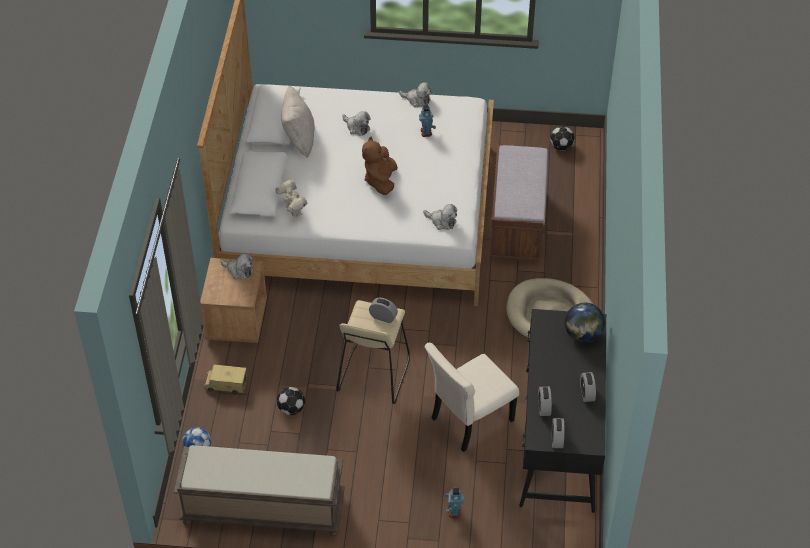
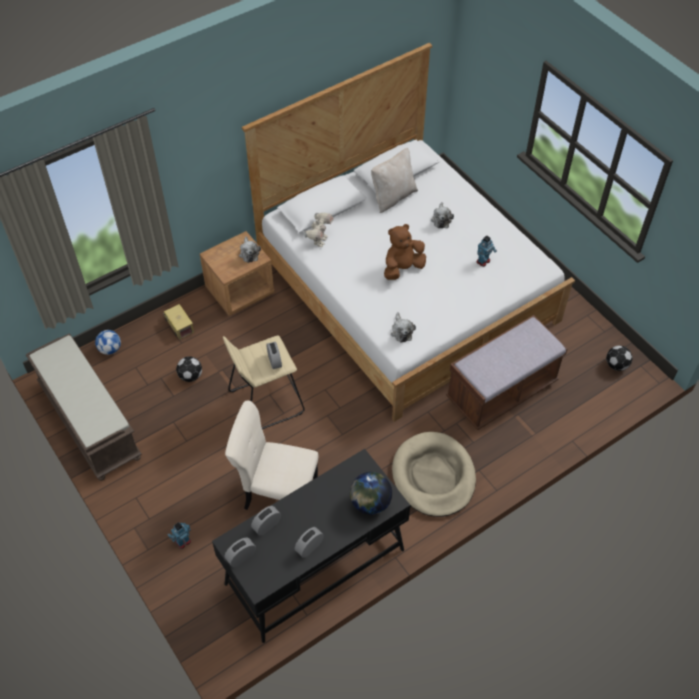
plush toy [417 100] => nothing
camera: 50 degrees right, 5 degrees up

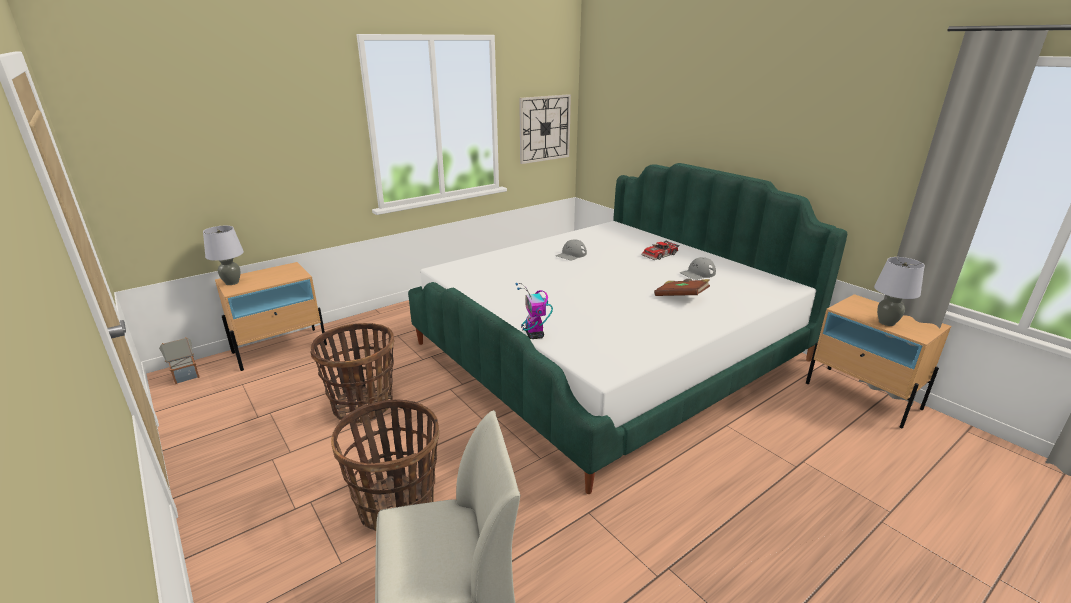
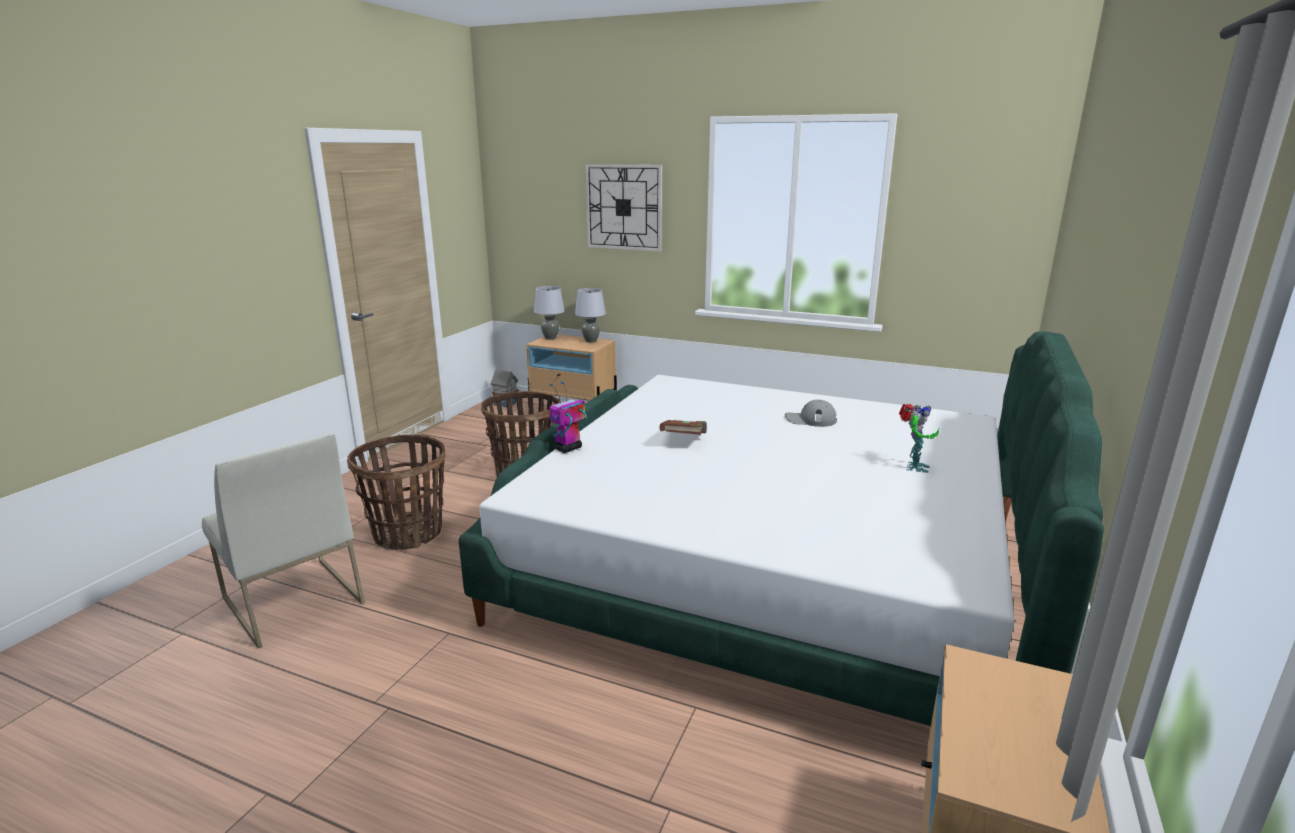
wall clock [544 128] => wall clock [624 207], moved
toy car [660 255] => toy robot [913 467]
cap in grey [697 273] => nothing
table lamp in grey [886 322] => table lamp in grey [591 341], moved
book in brown [681 297] => book in brown [684 439], moved
camera: 60 degrees right, 5 degrees down

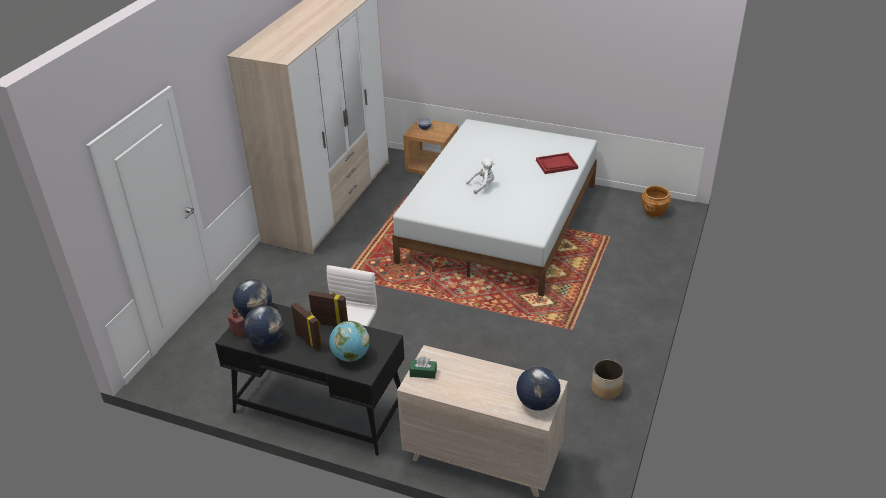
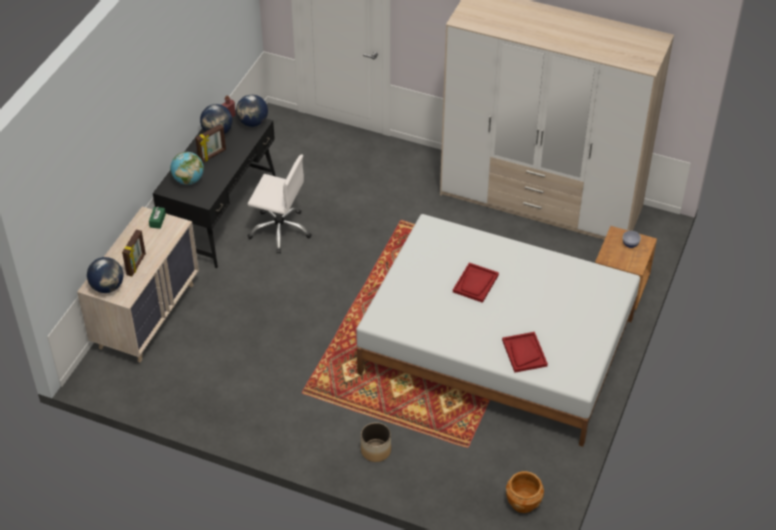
plush toy in white [482 186] => tray in red [475 283]
picture frame [330 323] => picture frame [136 265], moved
planter [606 389] => planter [376 451], moved
camera: 90 degrees right, 10 degrees up

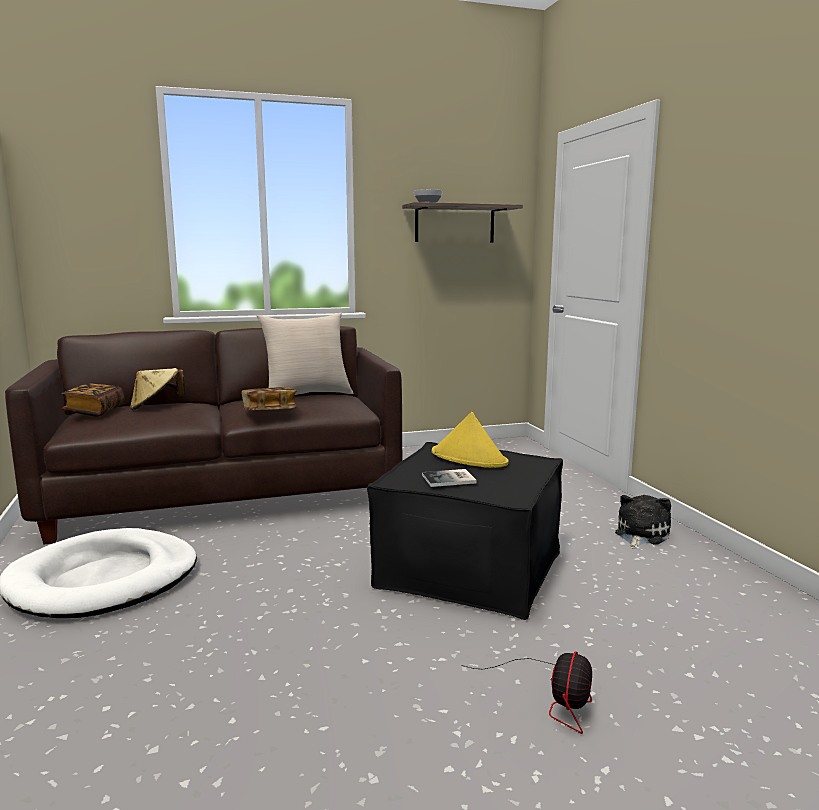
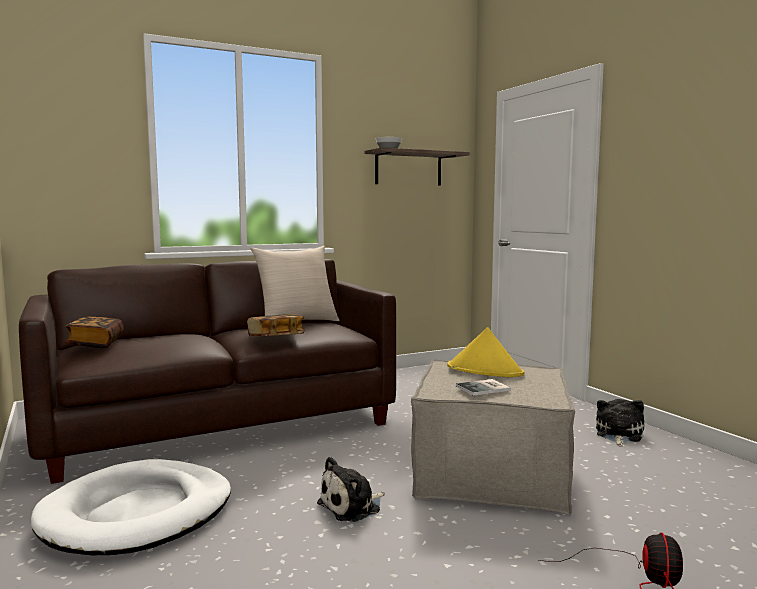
hat in beige [156 406] => nothing
ottoman in black [469 568] => ottoman in beige [491 474]
nothing => plush toy [352 507]
camera: 10 degrees left, 5 degrees down

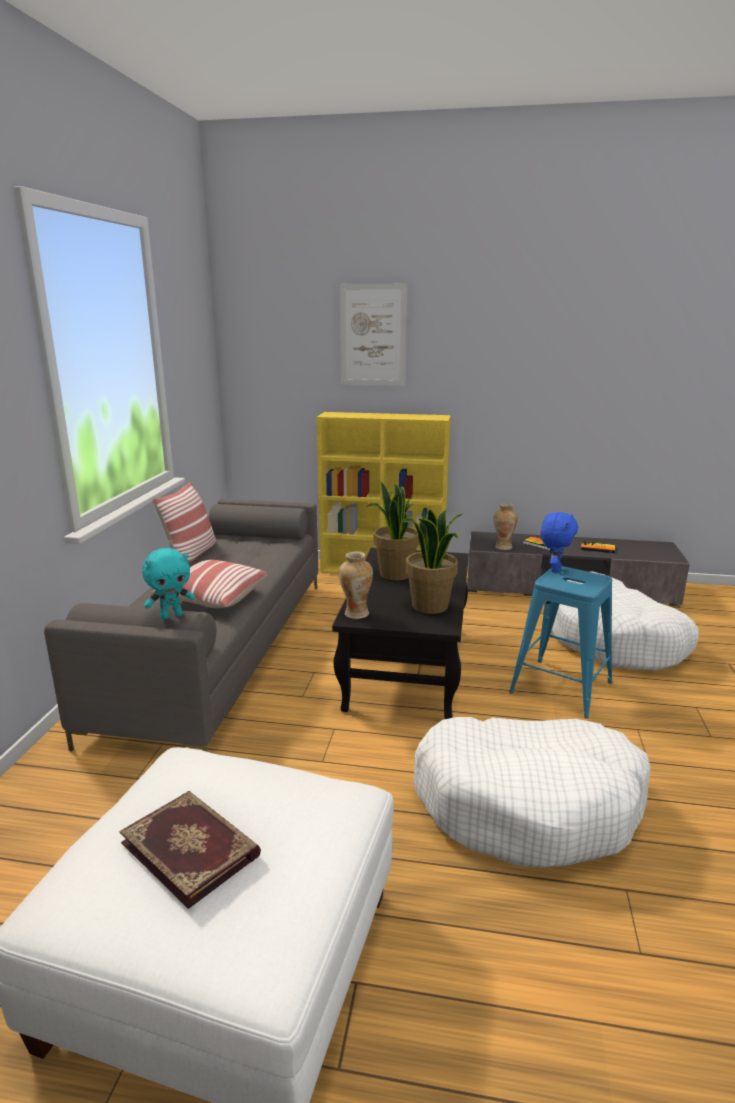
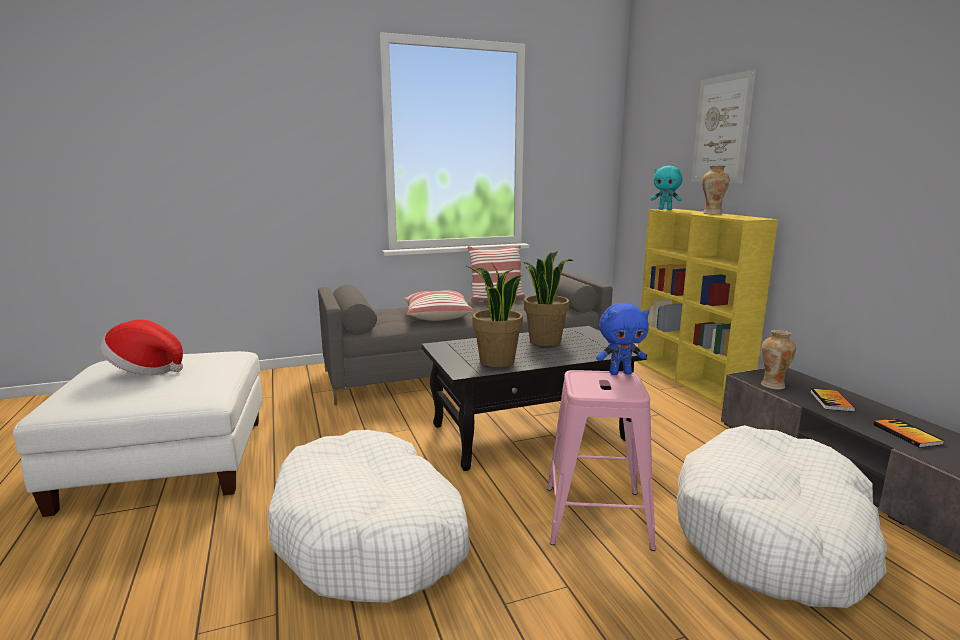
plush toy in turquoise [171 616] => plush toy in turquoise [665 209], moved
vase [355 614] => vase [712 214], moved
stool in blue [560 687] => stool in pink [595 516]
book [192 848] => hat [145 370]
camera: 60 degrees right, 5 degrees down

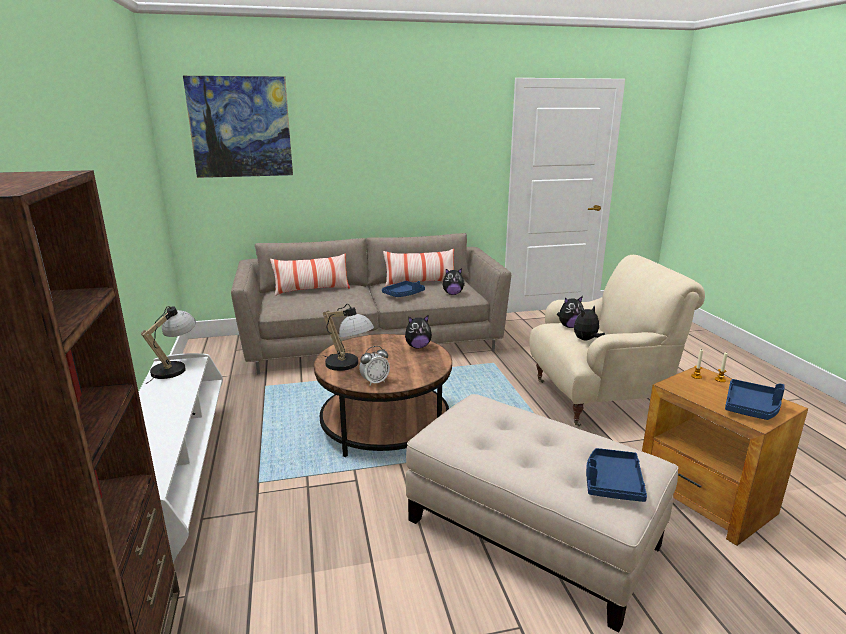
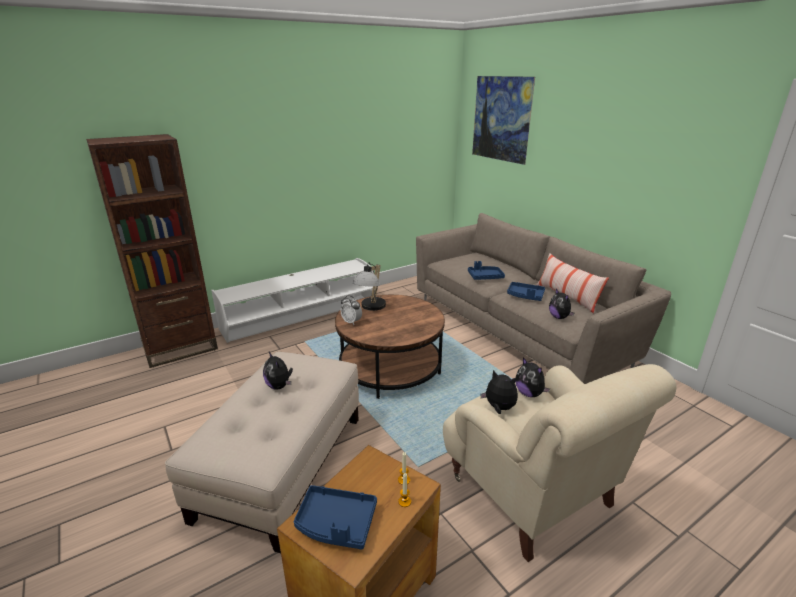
pillow [312 290] => nothing
table lamp [175 367] => nothing
plush toy [418 346] => plush toy [279 386], moved
tray in blue [612 482] => tray in blue [485 277], moved
camera: 70 degrees right, 5 degrees up

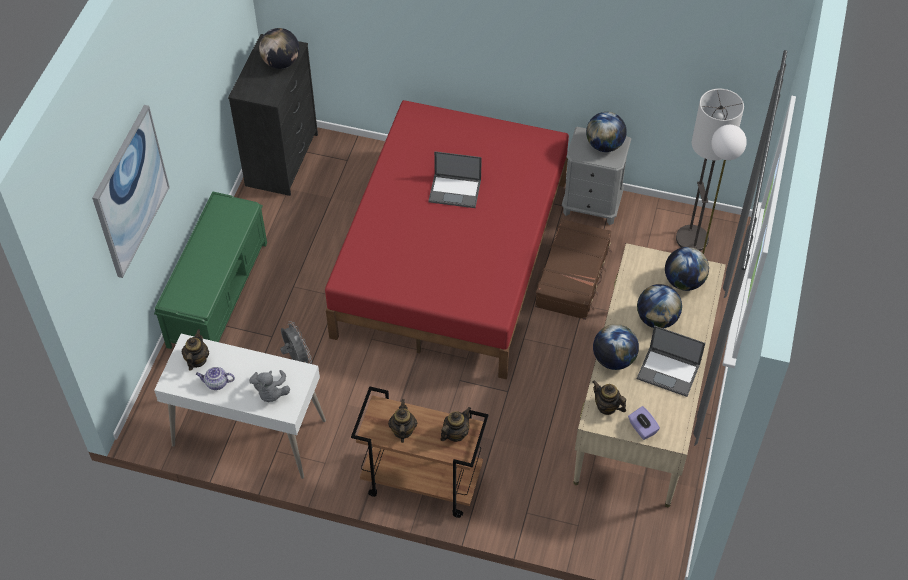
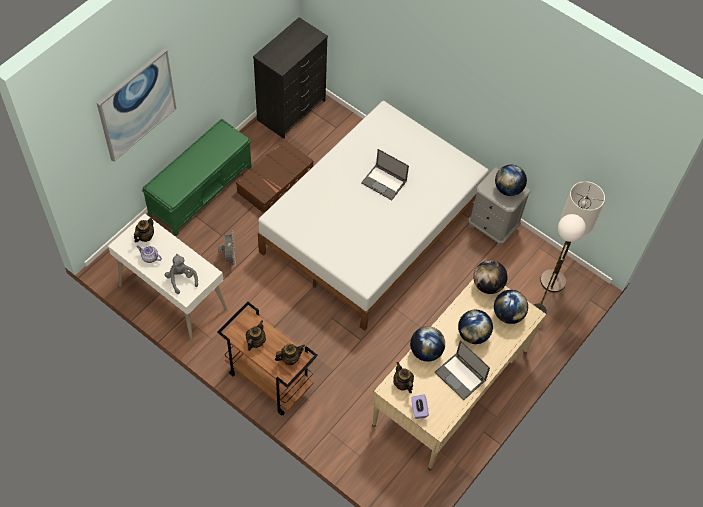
globe [281 62] => globe [487 285], moved
bed in red [452 258] => bed in white [372 227]
suitcase in brown [573 276] => suitcase in brown [276 182], moved
plush toy in grey [271 393] => plush toy in grey [181 279], 135 degrees clockwise
camera: 20 degrees right, 5 degrees up

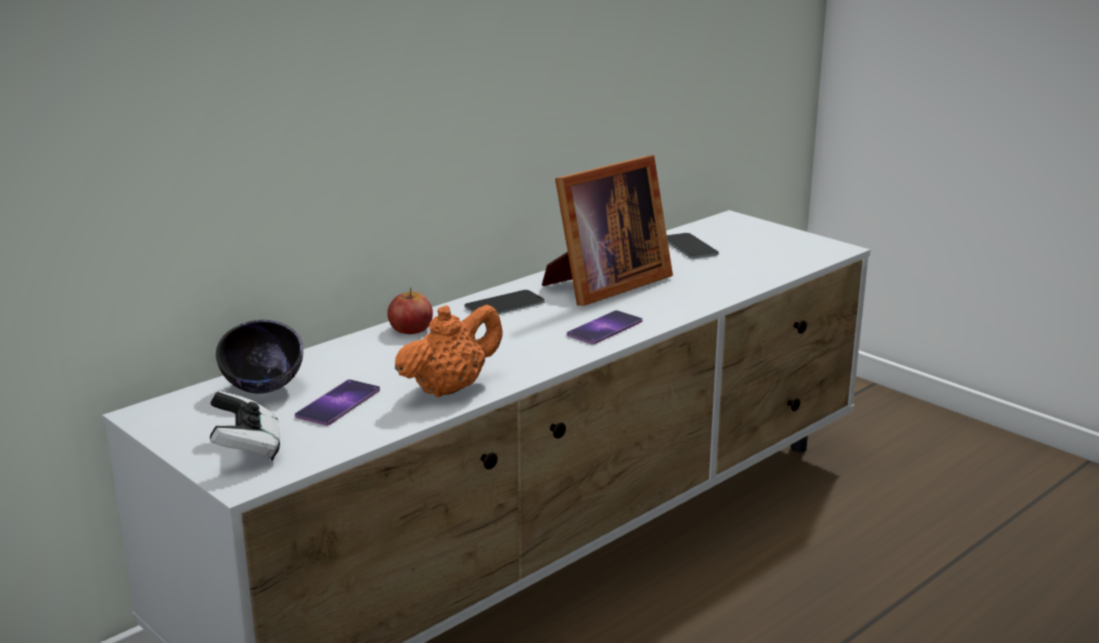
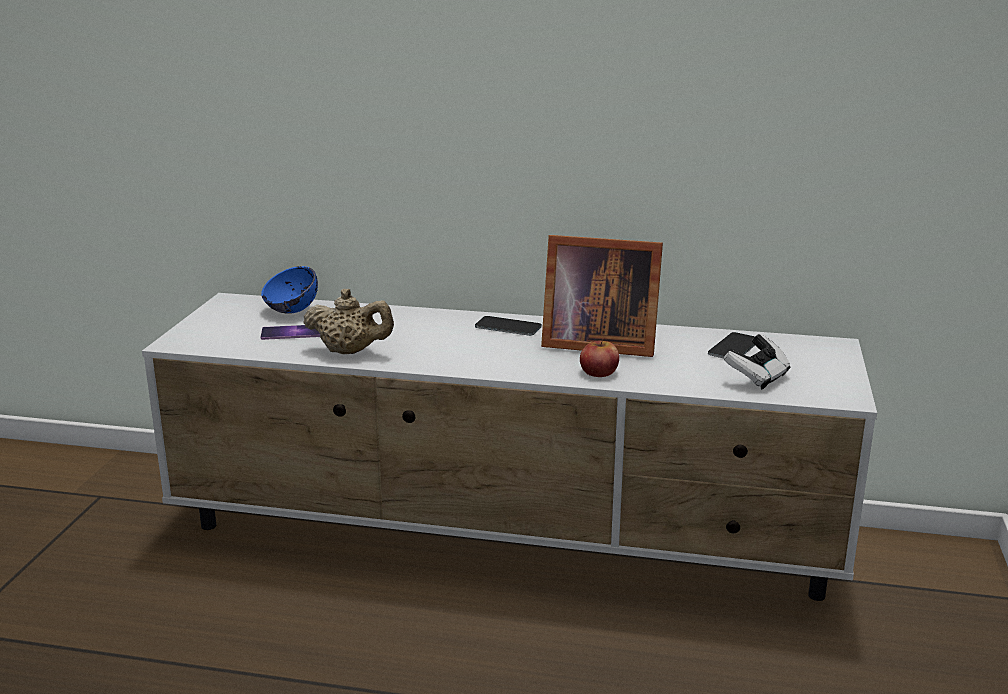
apple [410 328] => apple [599 372], moved
teapot in orange [450 388] => teapot in beige [350 351]
phone [604 328] => nothing
bowl in black [263 388] => bowl in blue [291 311]
game controller [247 449] => game controller [757 378], moved
camera: 55 degrees right, 0 degrees up

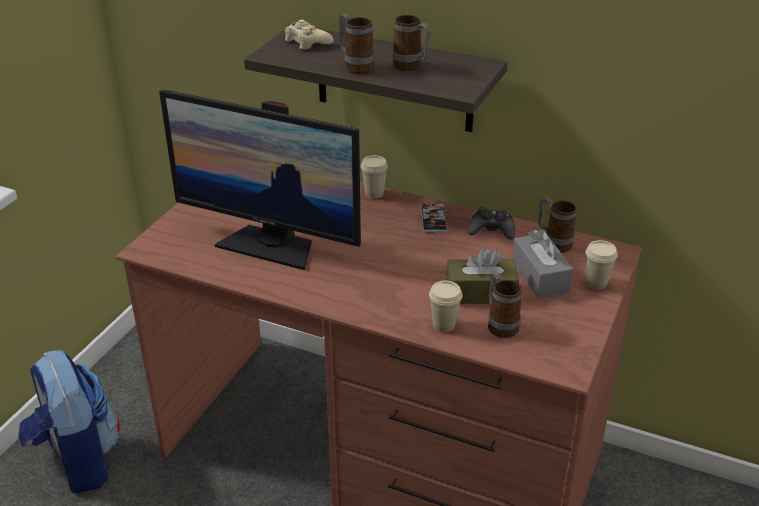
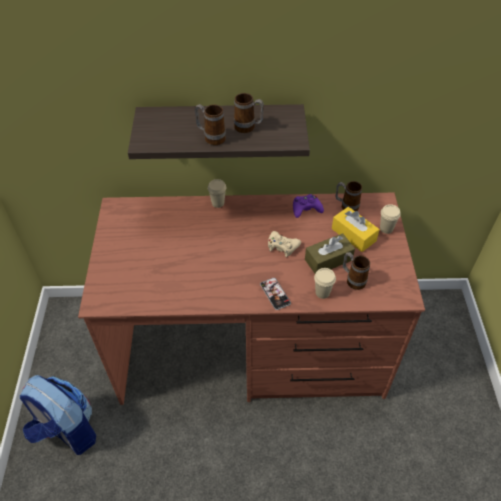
game controller in beige [307 42] => game controller in beige [282 246], moved
monitor [271 244] => nothing
phone [434 219] => phone [275 294], moved
game controller in black [491 230] => game controller in purple [306 209]
tissue box in grey [540 276] => tissue box in yellow [353 235]
camera: 25 degrees left, 15 degrees up

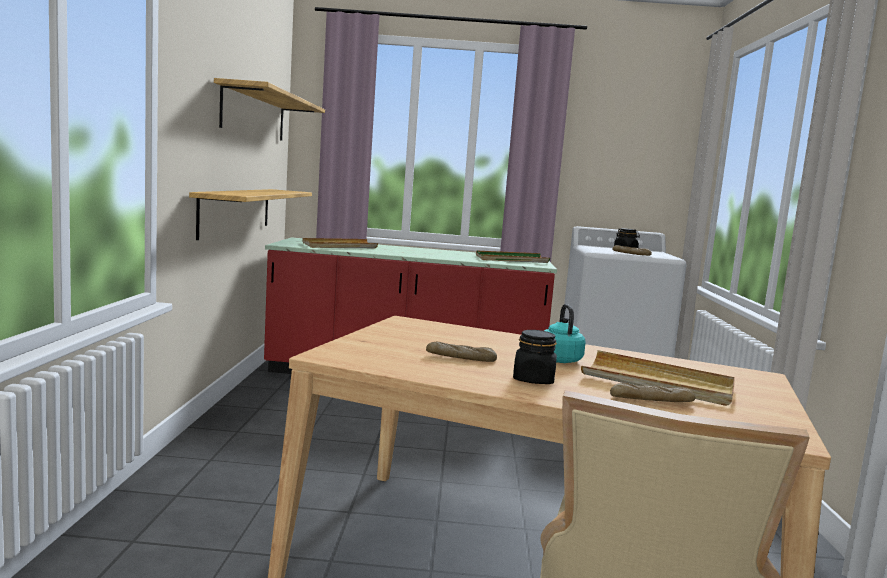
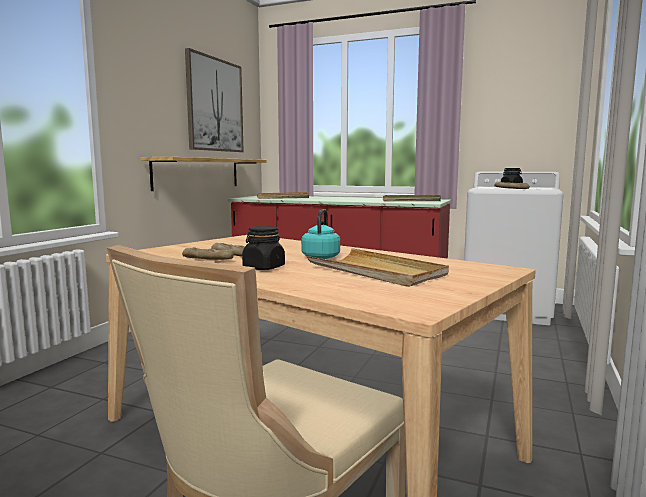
shelf [254 114] => picture [215 105]
bread [651 401] => bread [207 259], moved
camera: 20 degrees right, 0 degrees up

